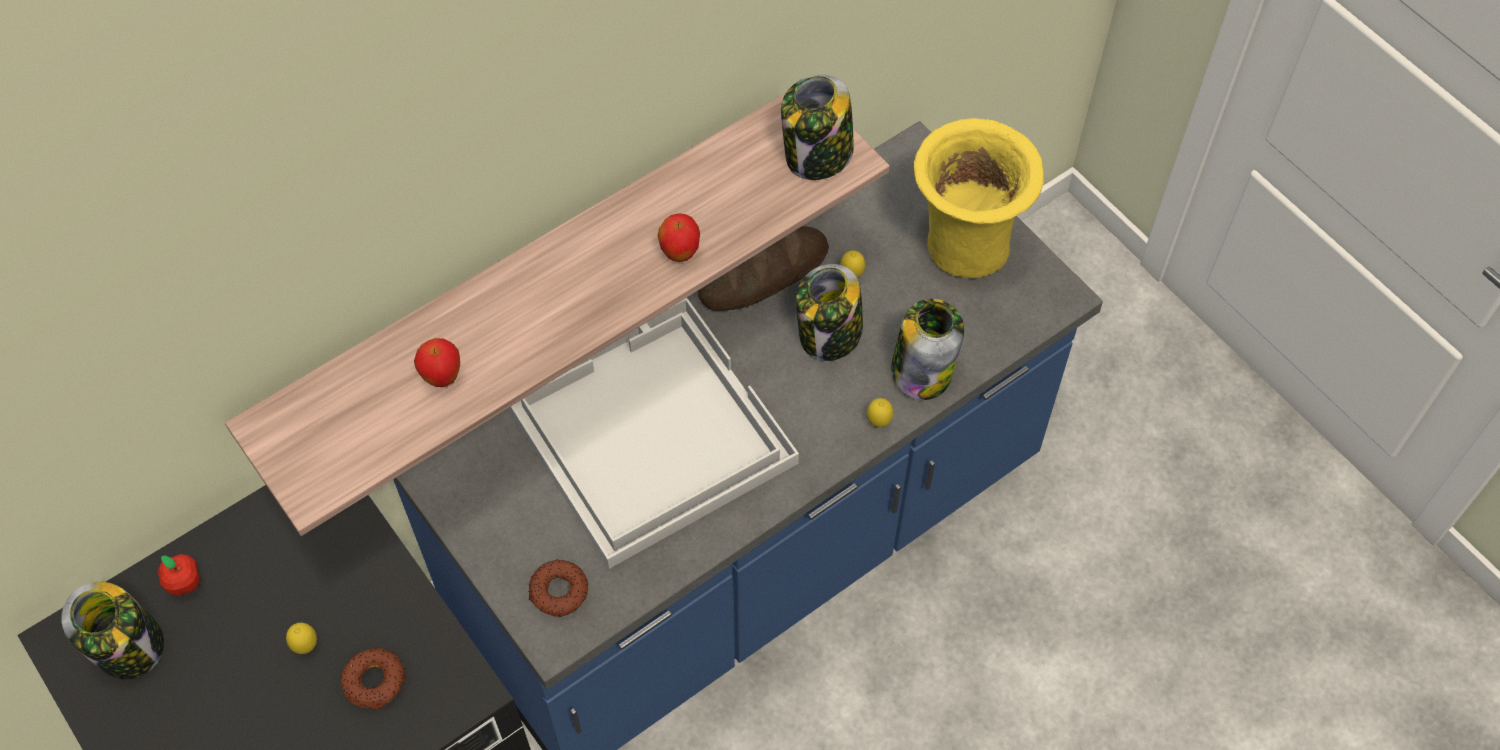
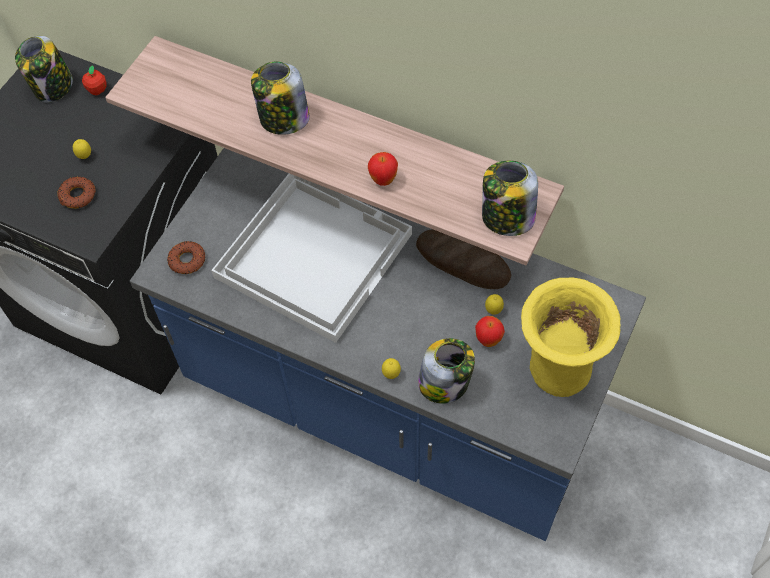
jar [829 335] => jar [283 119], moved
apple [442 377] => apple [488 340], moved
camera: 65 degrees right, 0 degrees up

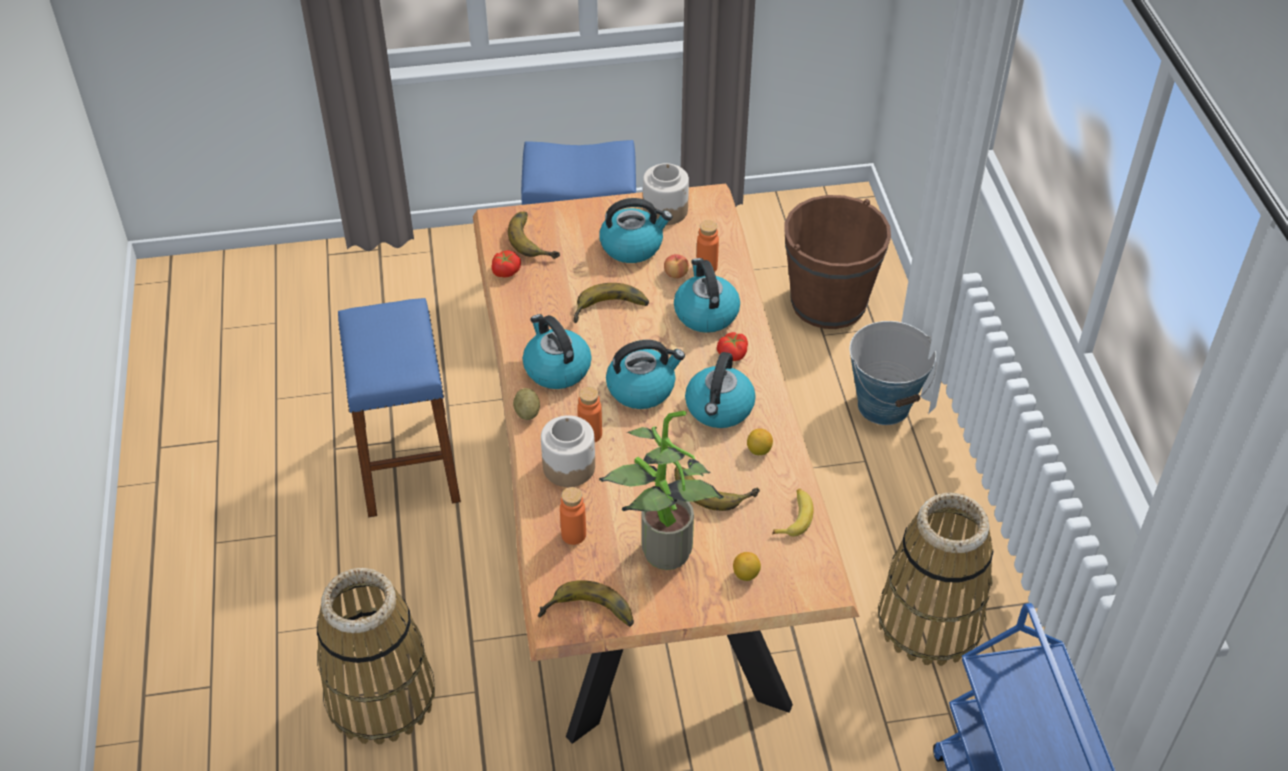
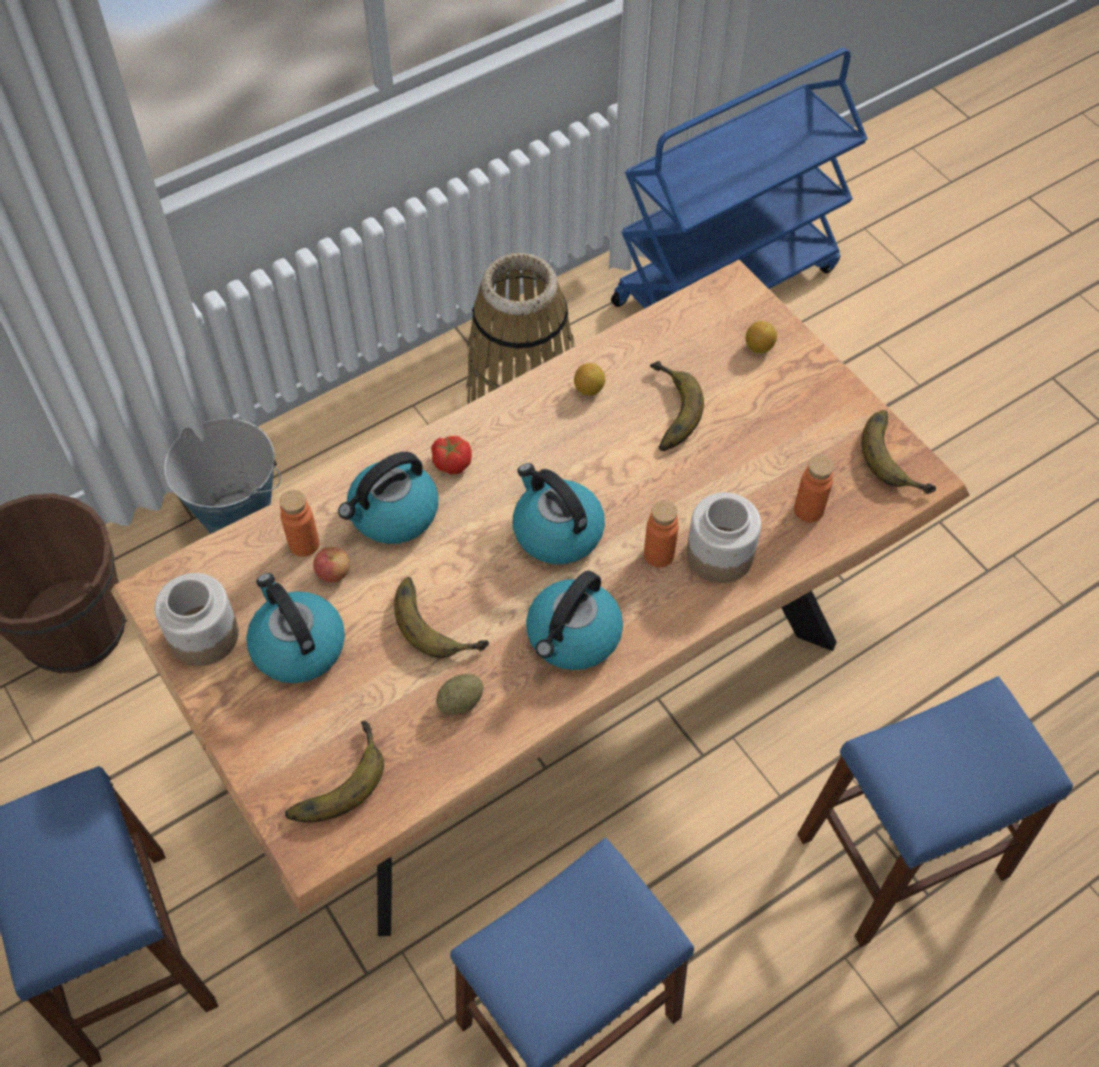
tomato [505 271] => nothing
kettle [719 408] => nothing
potato [527 412] => potato [460 702], moved
potted plant [660 555] => nothing
banana [794 516] => nothing
basket [380 695] => stool in blue [902 855]
camera: 115 degrees left, 10 degrees up

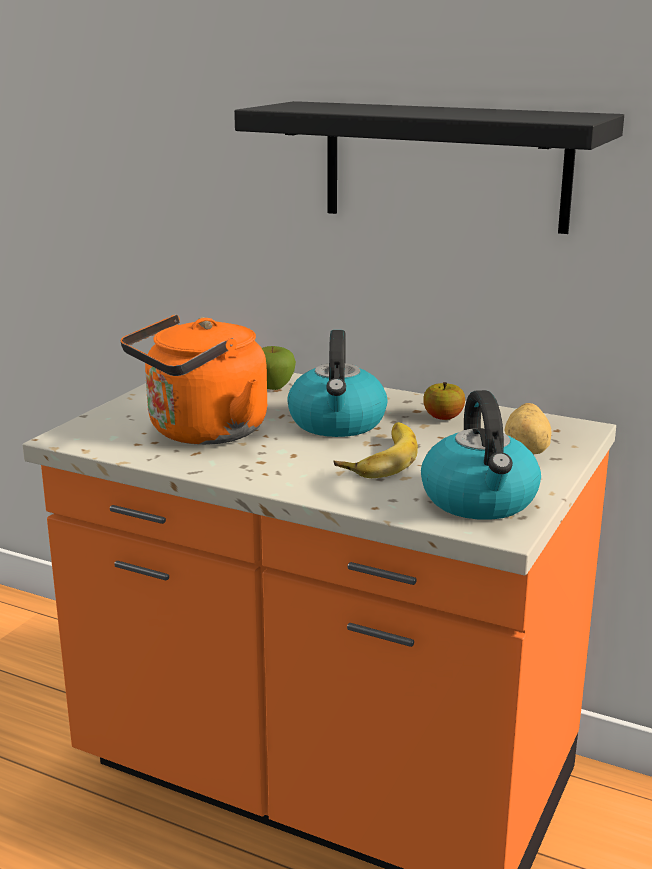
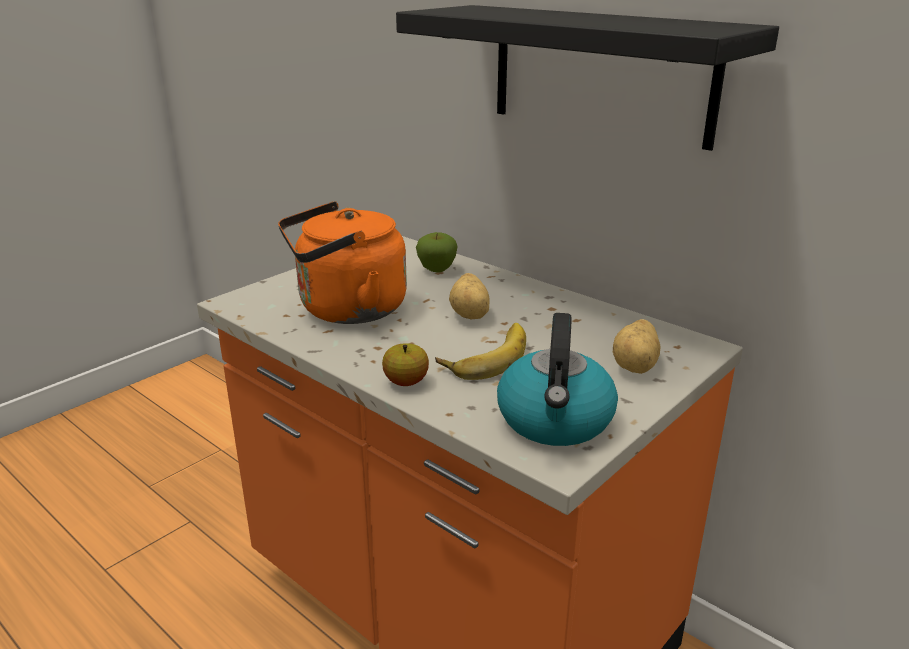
kettle [337 423] => potato [470 314]
apple [443 418] => apple [406 382], moved
camera: 15 degrees right, 5 degrees up

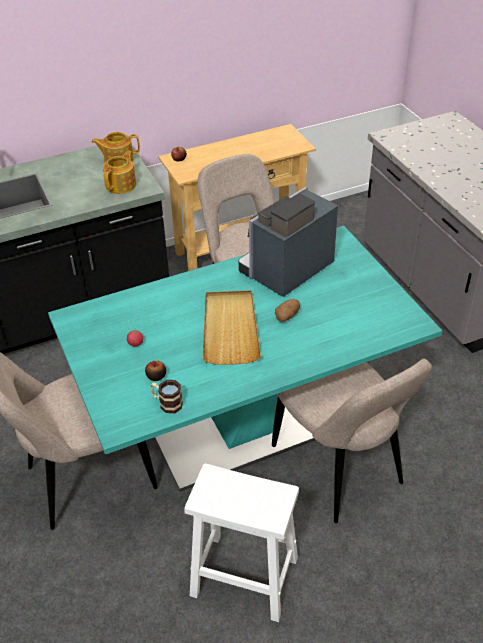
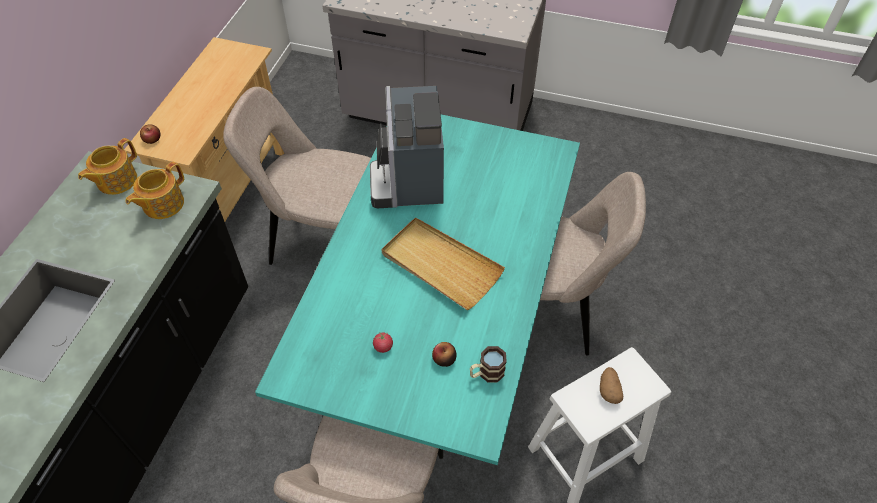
teapot [121 185] => teapot [162 204], 120 degrees counterclockwise
potato [287 316] => potato [609 390], moved
camera: 50 degrees left, 10 degrees up

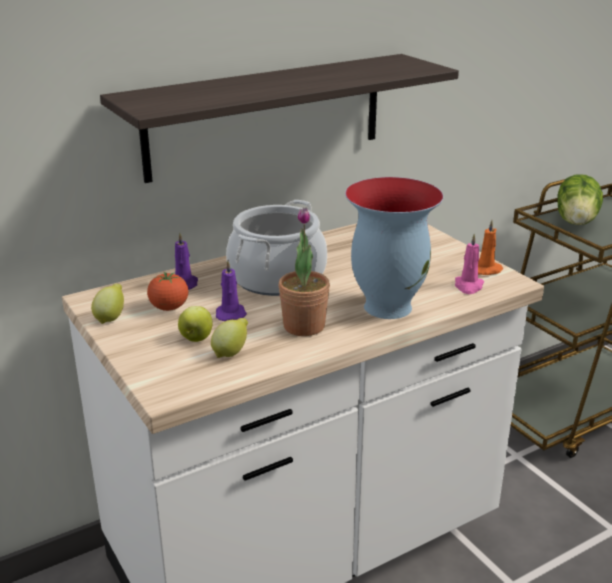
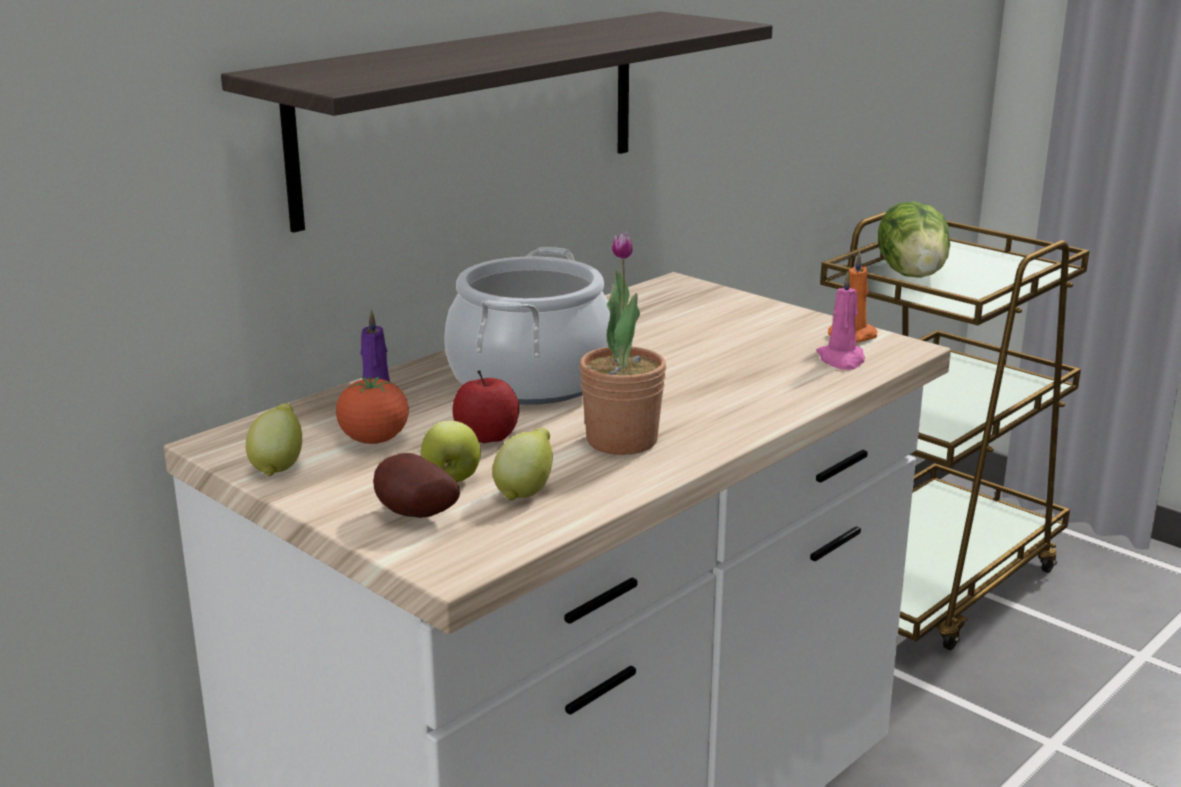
vase [386 306] => nothing
candle in purple [230 314] => apple [486 437]
nothing => potato [413 515]
camera: 15 degrees left, 5 degrees down

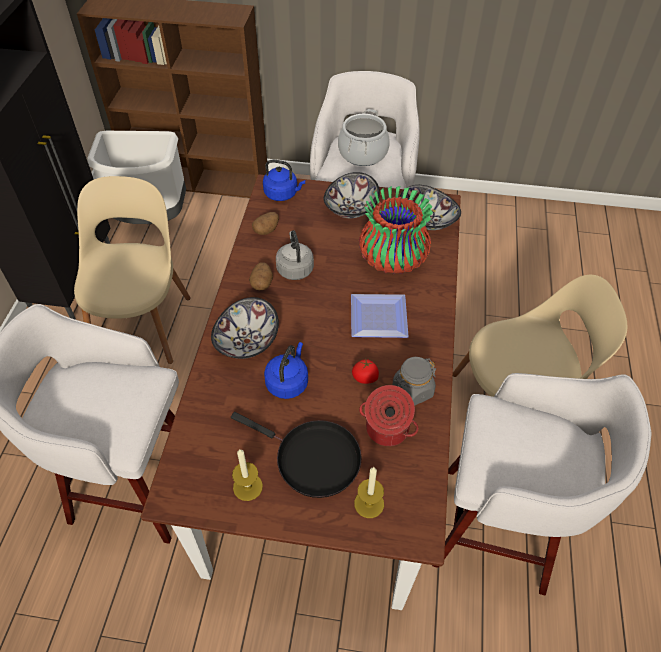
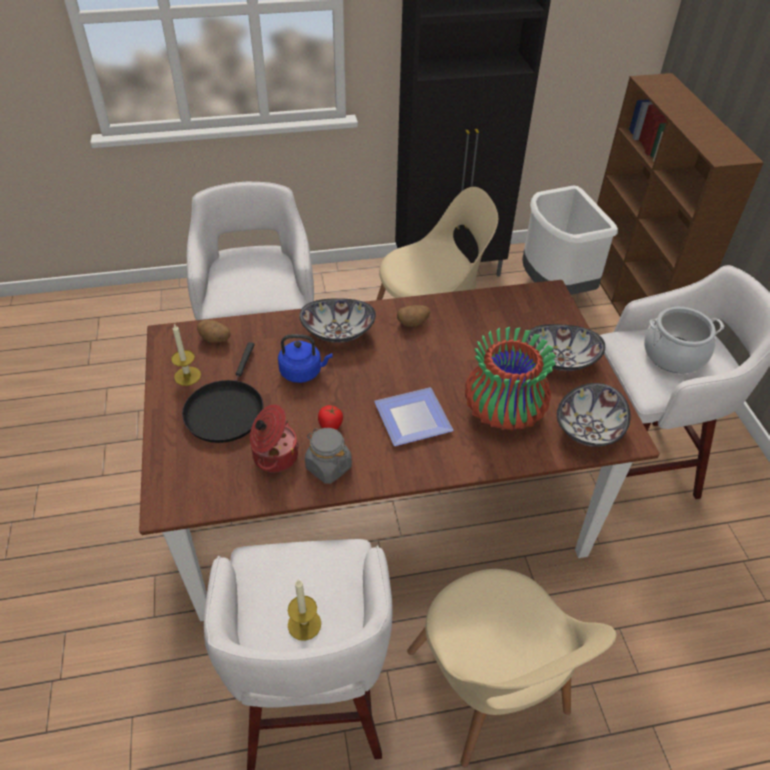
kettle in blue [282 194] => nothing
potato [266 230] => potato [216 339], moved
kettle in grey [294 268] => nothing
candle [369 503] => candle [304 624], moved
camera: 70 degrees right, 5 degrees down

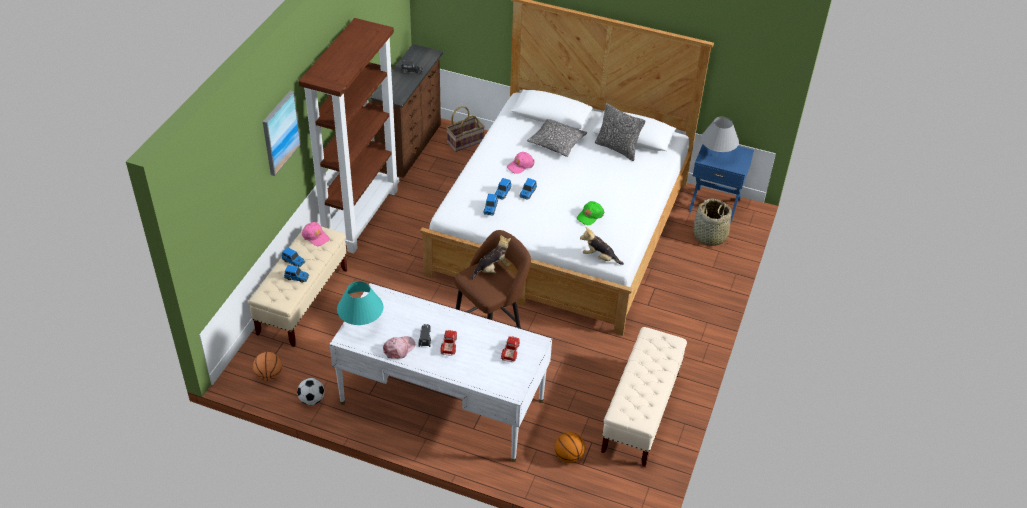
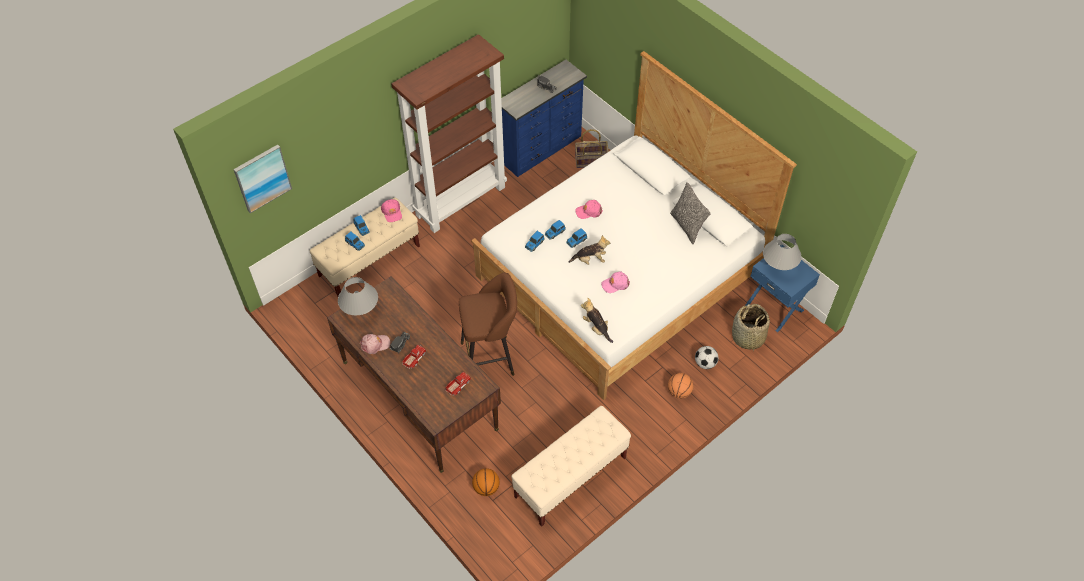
dresser in brown [411 147] => dresser in blue [542 149]
picture [280 132] => picture [262 178], moved
pillow [557 142] => nothing
cap in green [590 216] => cap in pink [615 284]
plush toy [492 269] => plush toy [590 260], moved
table lamp in turquoise [361 324] => table lamp in grey [360 311]
desk in white [442 402] => desk in brown [419 395]
basketball [269 375] => basketball [679 392], moved
football [312 399] => football [705 363], moved
camera: 30 degrees right, 10 degrees up

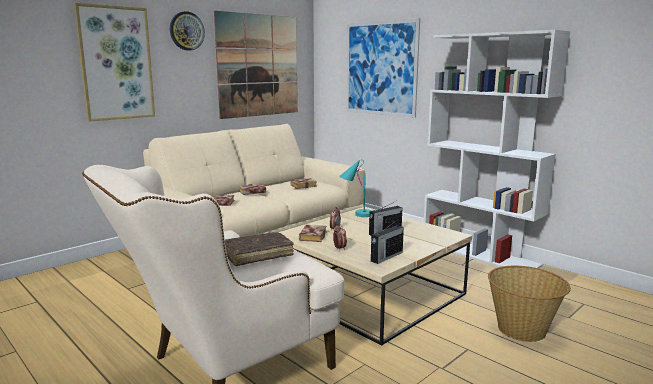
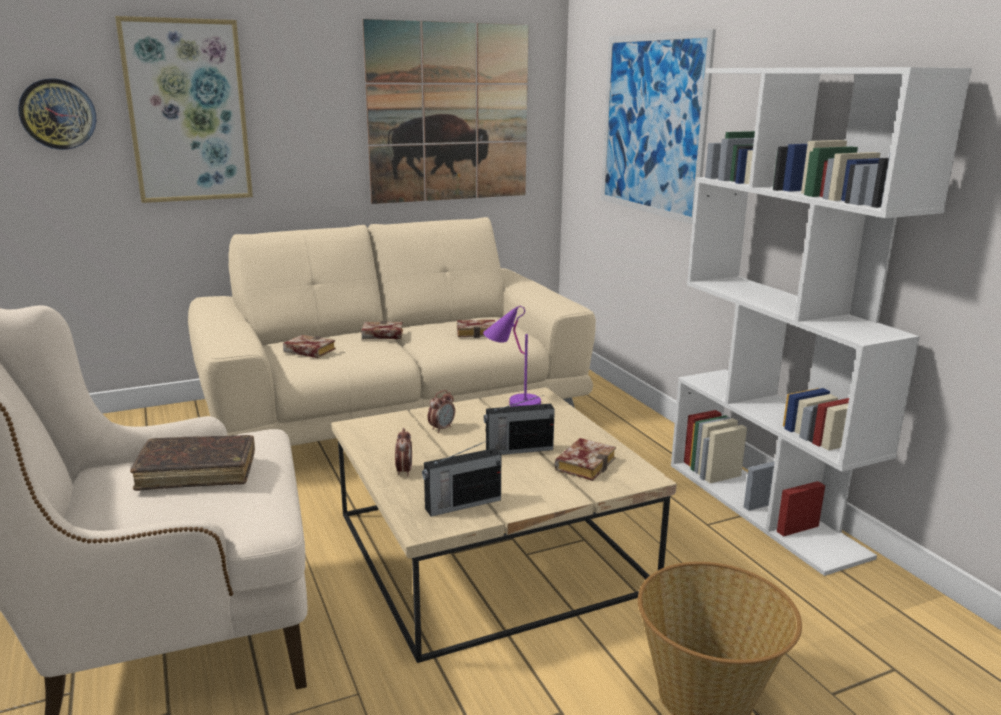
wall clock [186 31] => wall clock [58 114], moved
table lamp in turquoise [355 214] => table lamp in purple [511 402]
book [312 236] => book [584 463], moved
camera: 20 degrees right, 5 degrees up

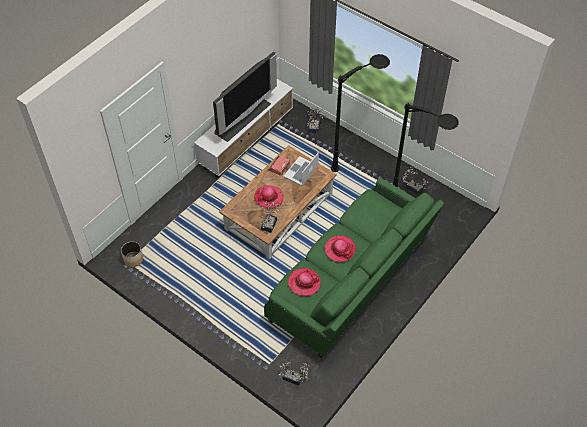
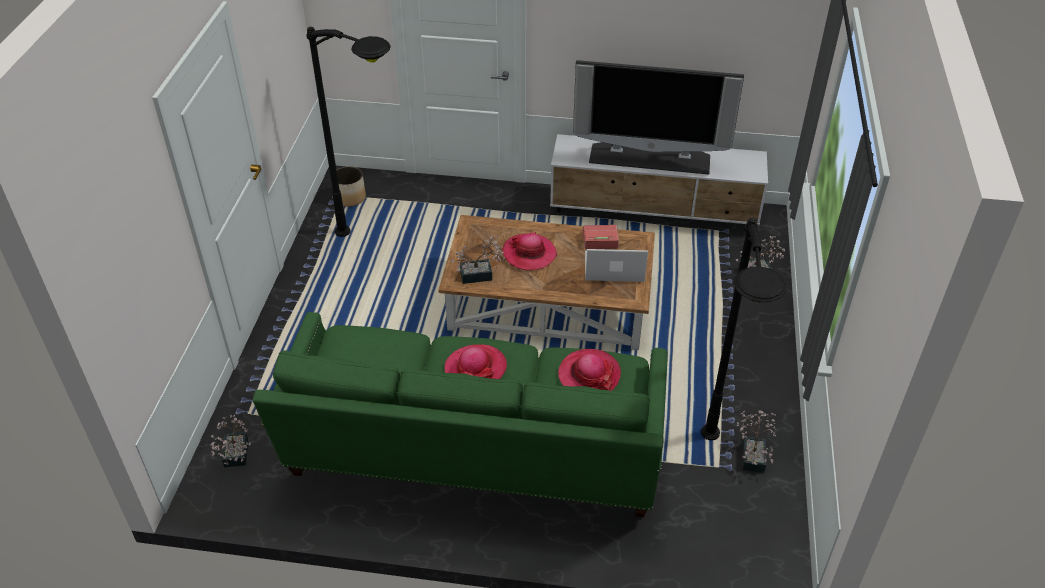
floor lamp in black [359 160] => floor lamp in black [379 250], moved
hat [304 282] => hat [589 375], moved
camera: 60 degrees right, 10 degrees down

